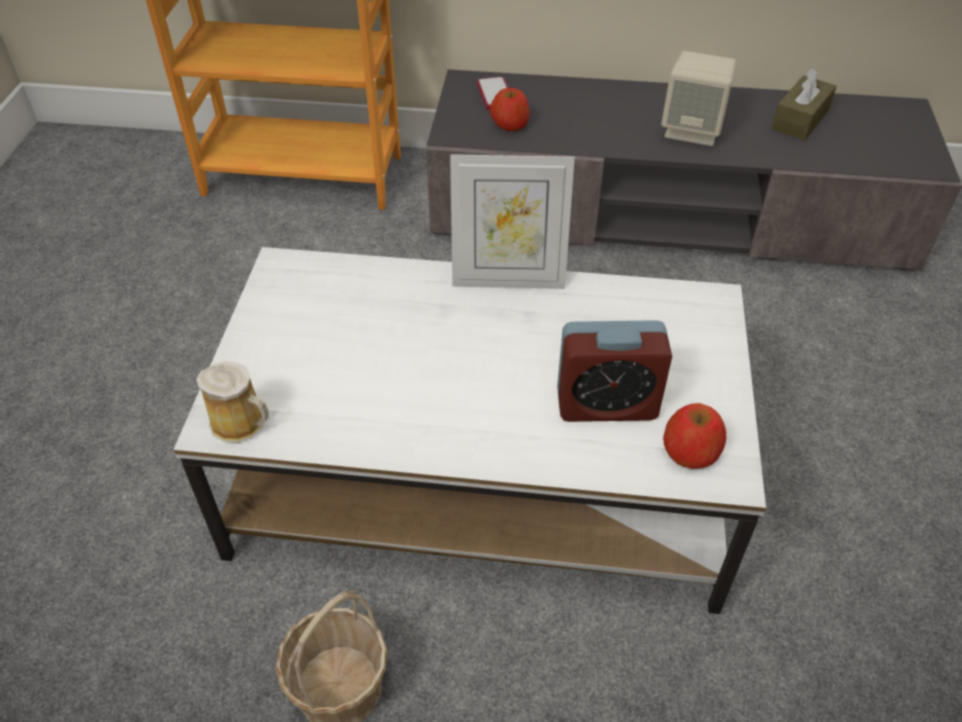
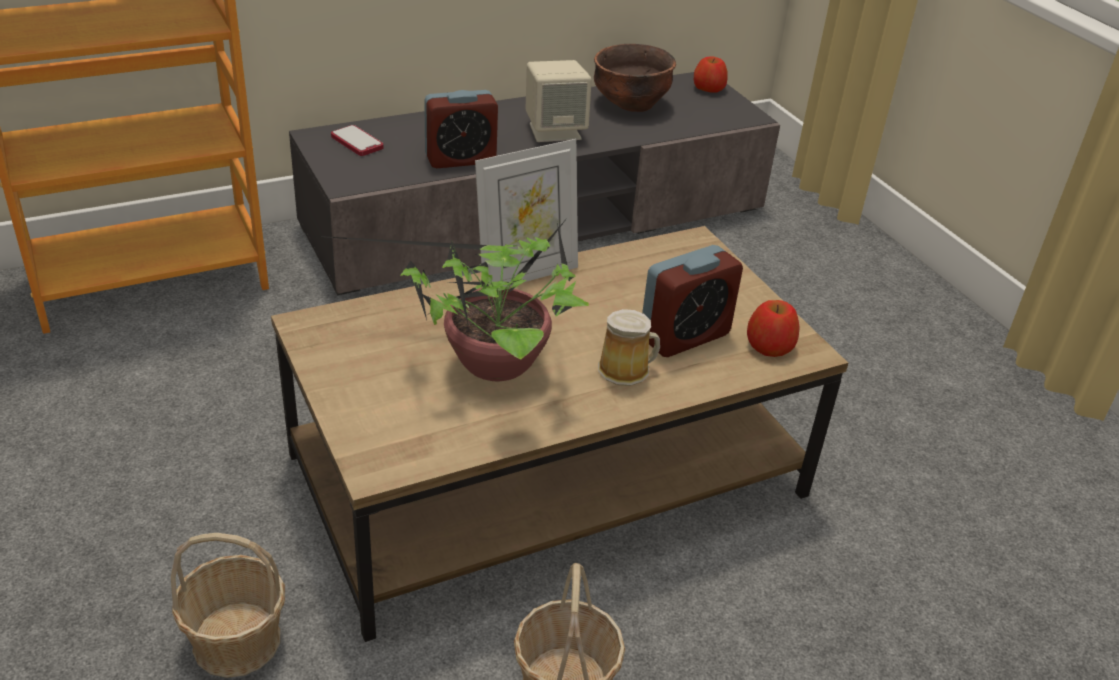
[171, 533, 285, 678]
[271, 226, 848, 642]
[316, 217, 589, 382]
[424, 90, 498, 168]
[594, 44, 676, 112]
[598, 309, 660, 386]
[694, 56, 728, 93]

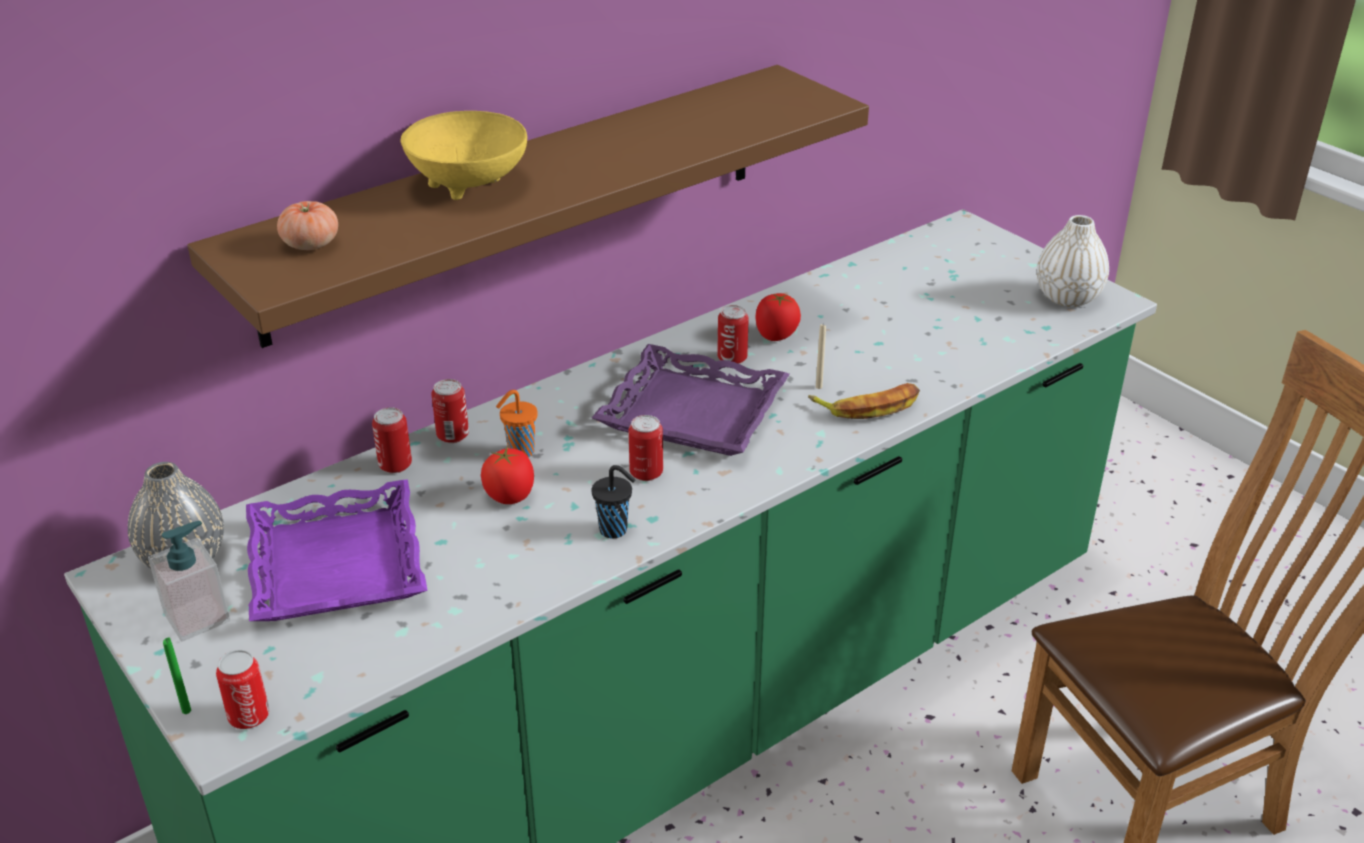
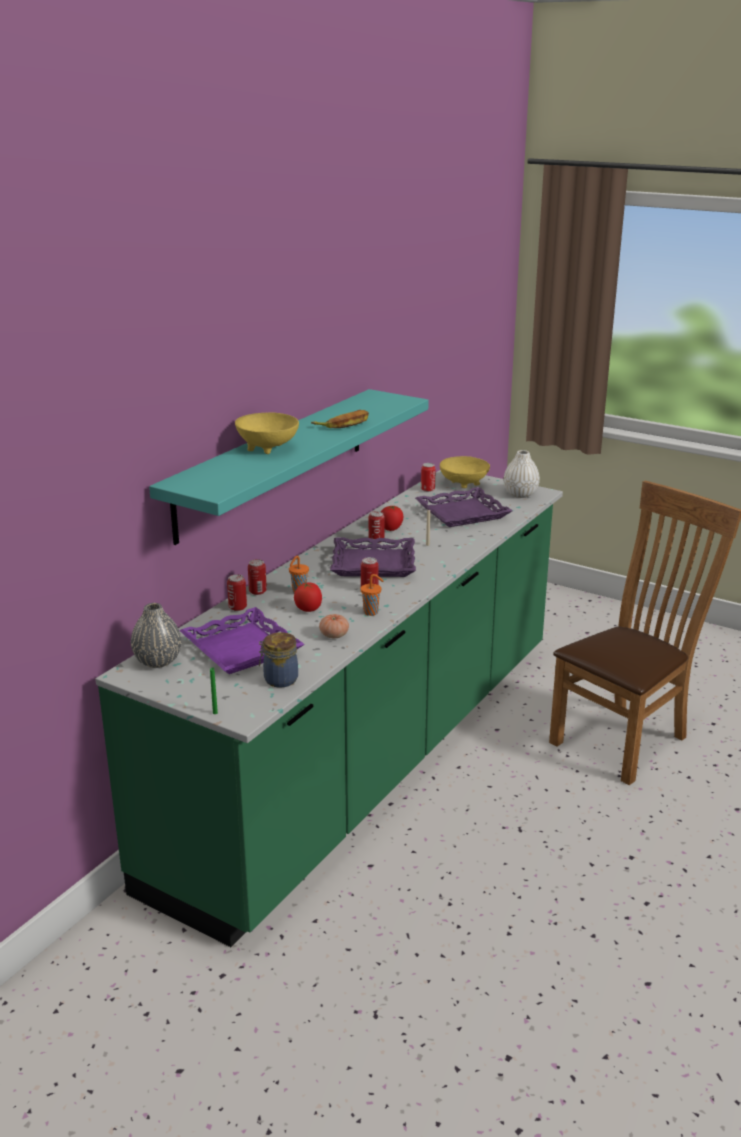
[149, 389, 429, 545]
[259, 632, 298, 688]
[311, 410, 369, 428]
[319, 614, 349, 638]
[361, 574, 384, 616]
[415, 487, 512, 527]
[421, 463, 436, 492]
[440, 456, 490, 488]
[148, 521, 230, 641] (first image)

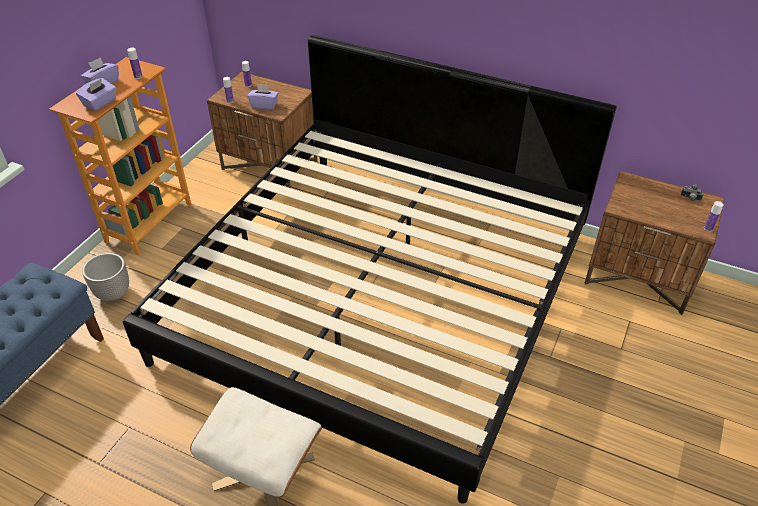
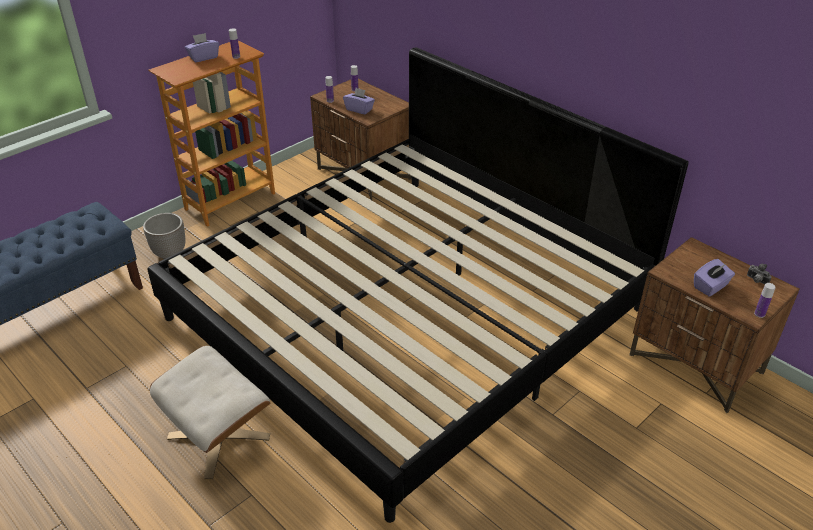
[694, 259, 735, 296]

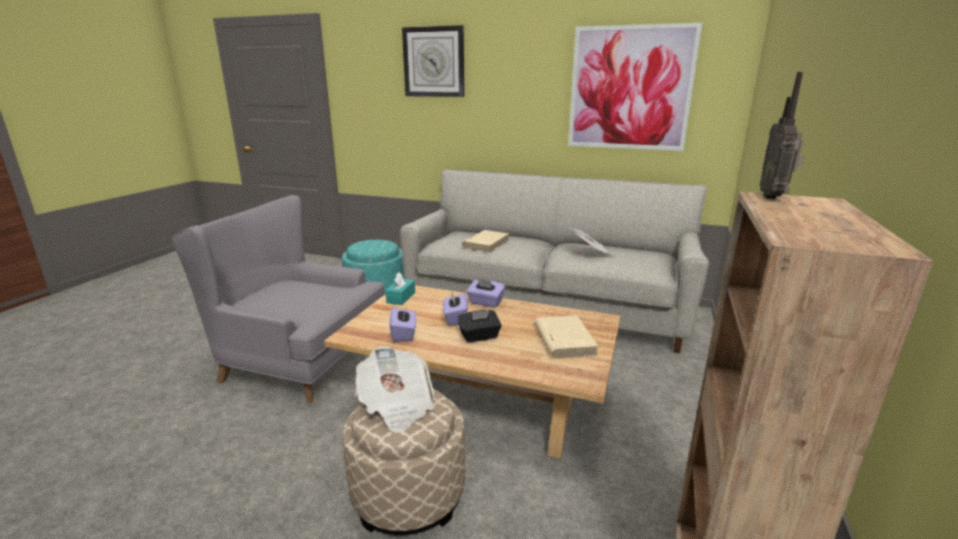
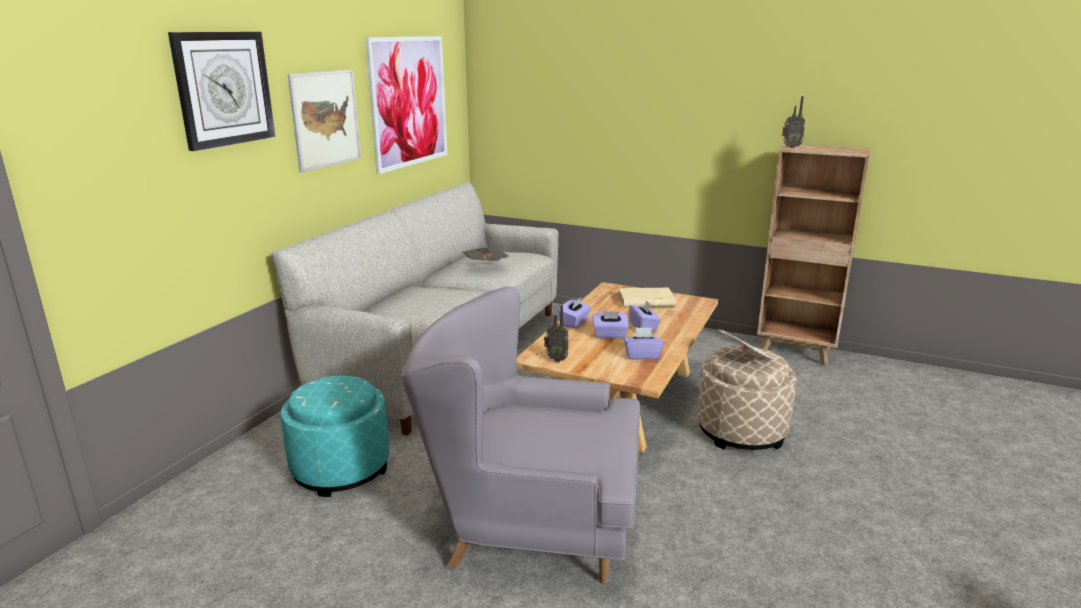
[287, 70, 361, 173]
[401, 286, 640, 584]
[544, 305, 569, 362]
[629, 300, 661, 332]
[462, 230, 509, 253] (first image)

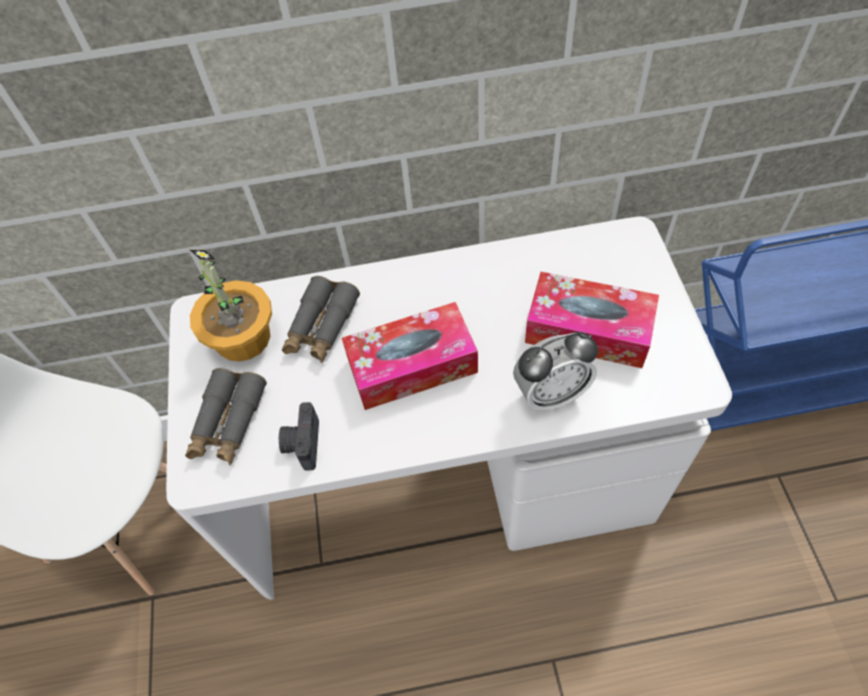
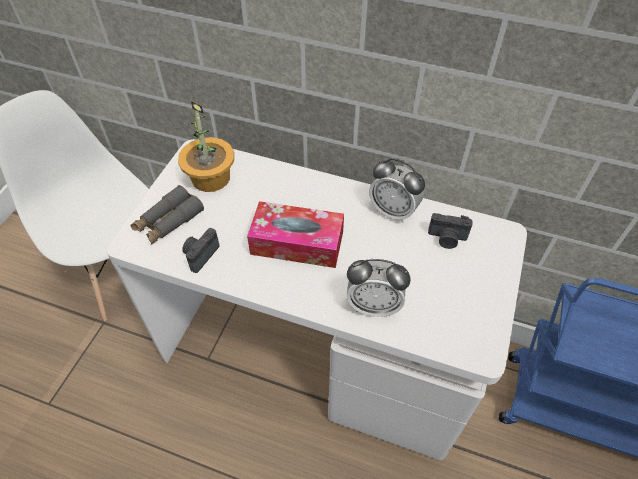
[369, 158, 425, 223]
[428, 213, 473, 249]
[282, 276, 360, 363] (first image)
[525, 272, 659, 368] (first image)

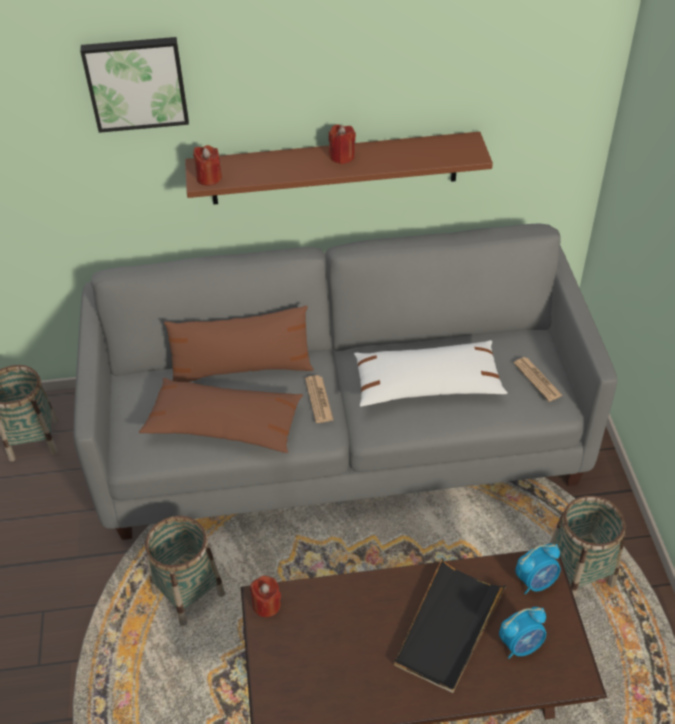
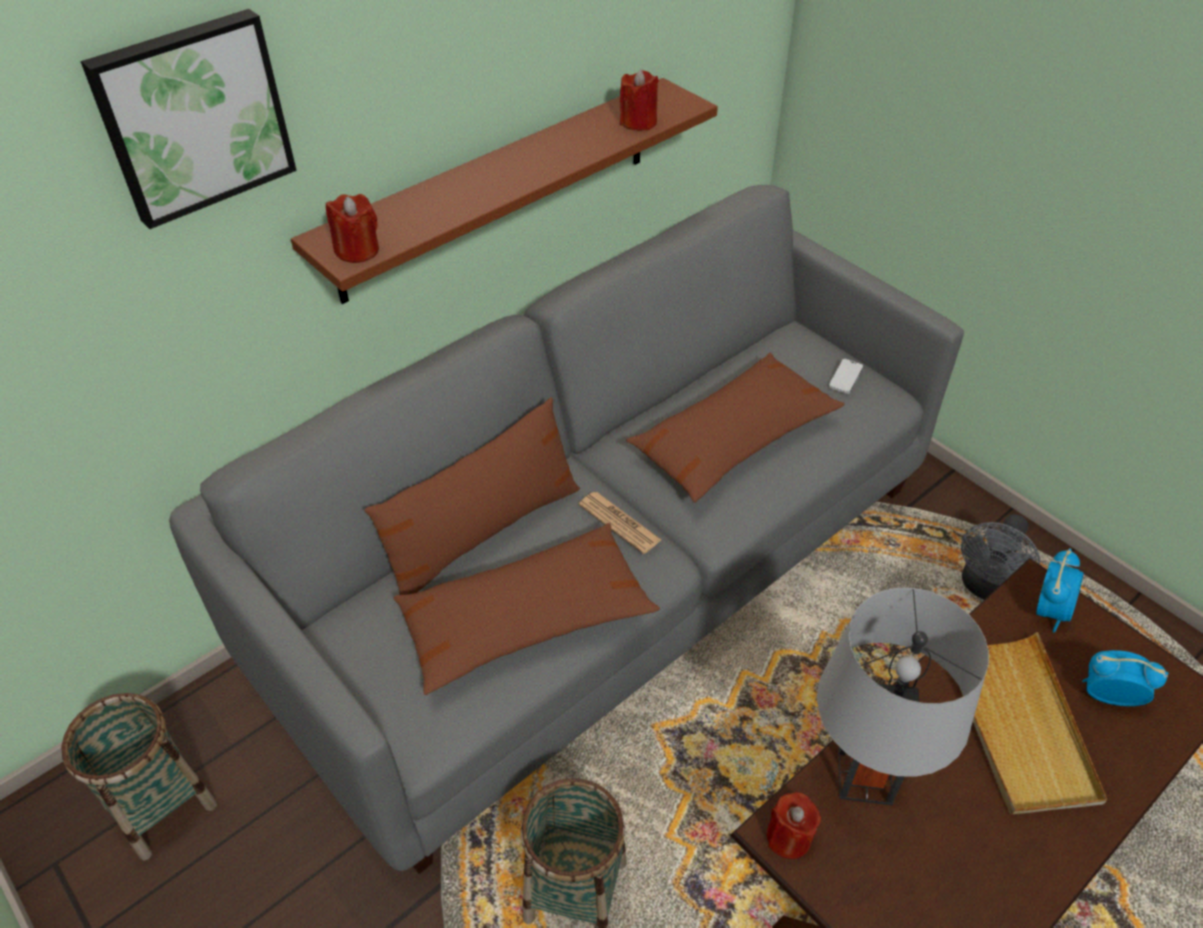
[620, 70, 659, 131]
[626, 353, 844, 503]
[817, 588, 989, 805]
[828, 359, 864, 394]
[960, 632, 1107, 814]
[961, 514, 1040, 600]
[1082, 650, 1169, 706]

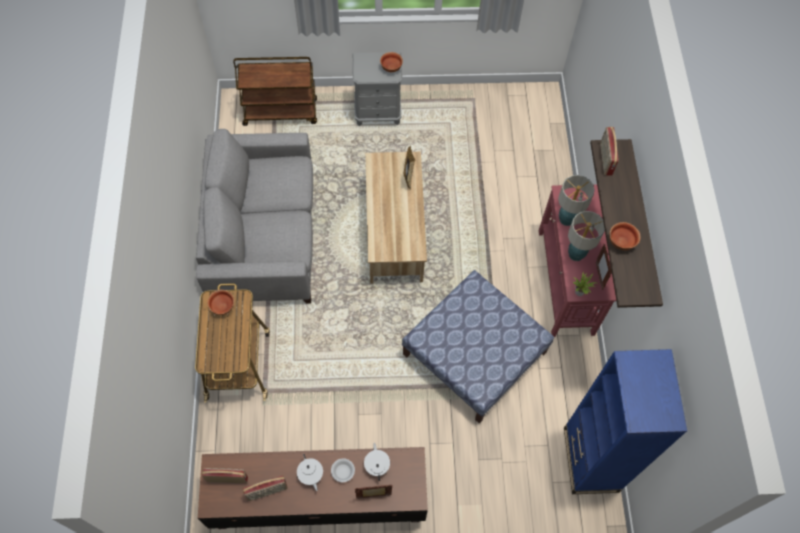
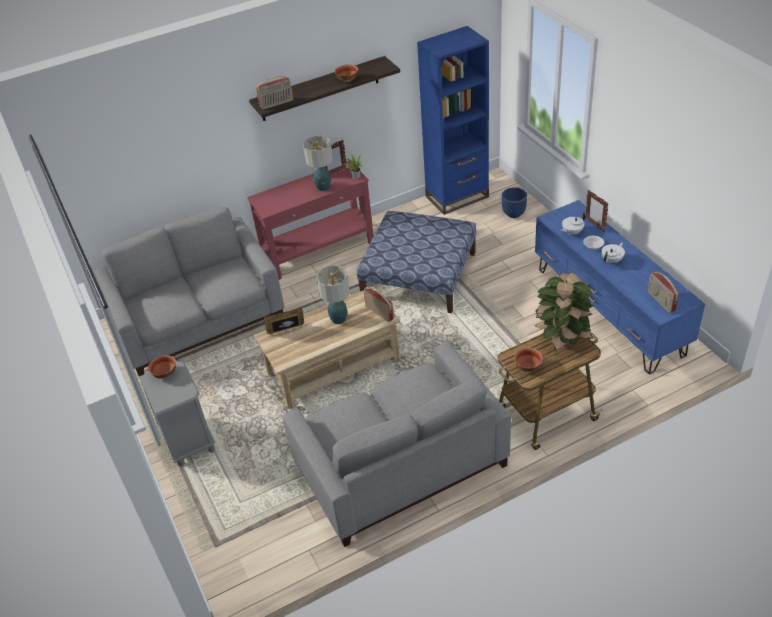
[93, 207, 284, 376]
[316, 265, 350, 324]
[364, 287, 394, 322]
[502, 187, 527, 218]
[534, 272, 593, 352]
[535, 200, 705, 374]
[234, 57, 317, 126] (first image)

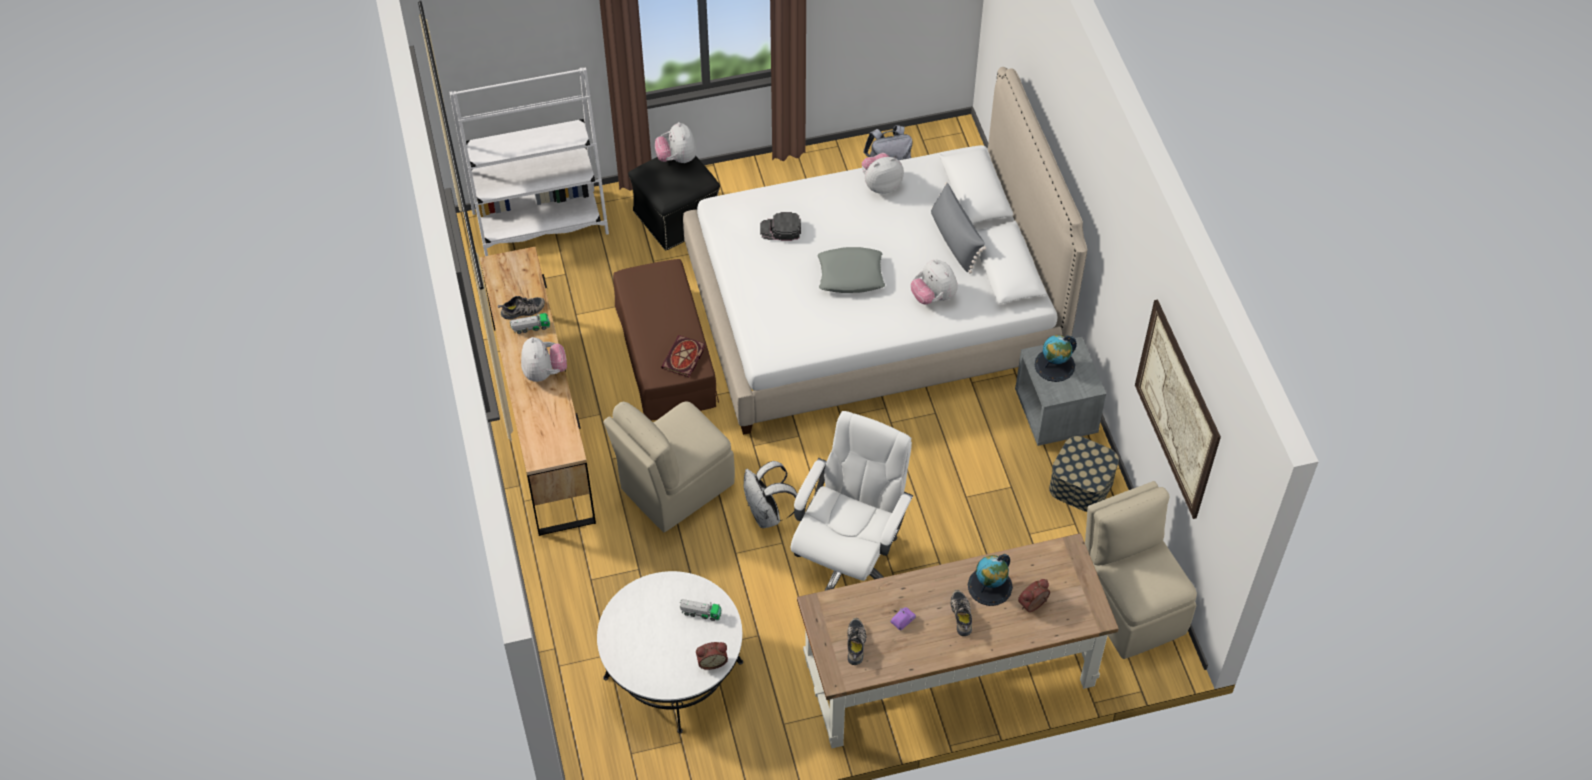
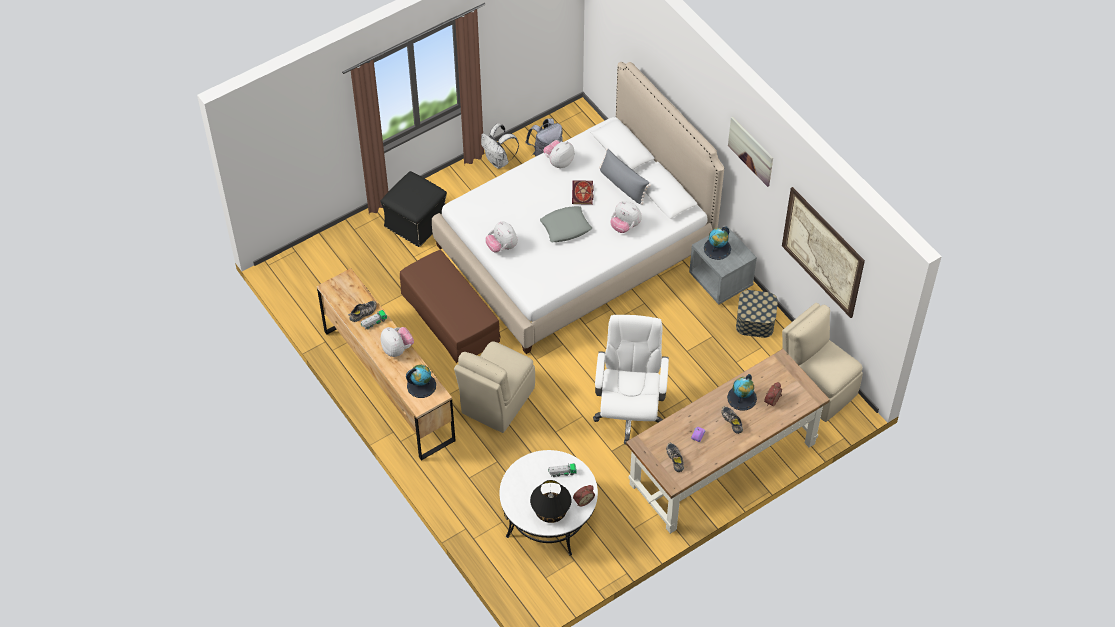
[406, 364, 436, 398]
[481, 123, 519, 169]
[486, 221, 518, 252]
[530, 480, 571, 523]
[572, 180, 594, 205]
[728, 117, 773, 187]
[449, 67, 609, 256] (first image)
[760, 212, 801, 241] (first image)

